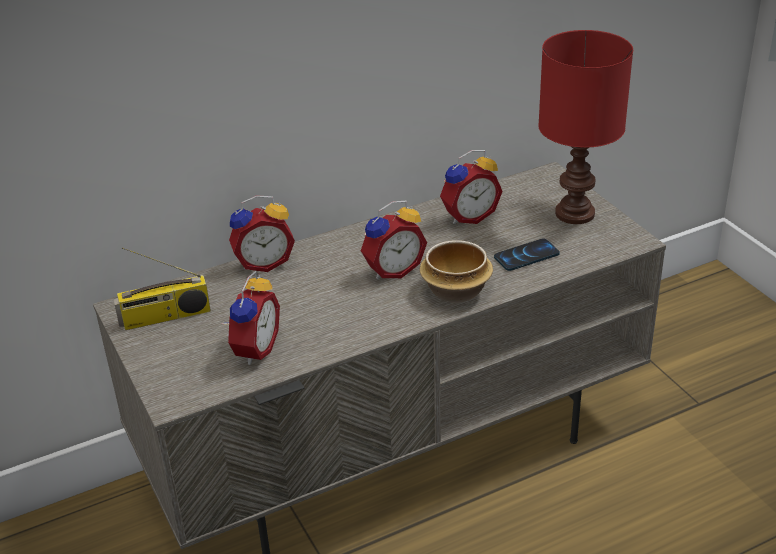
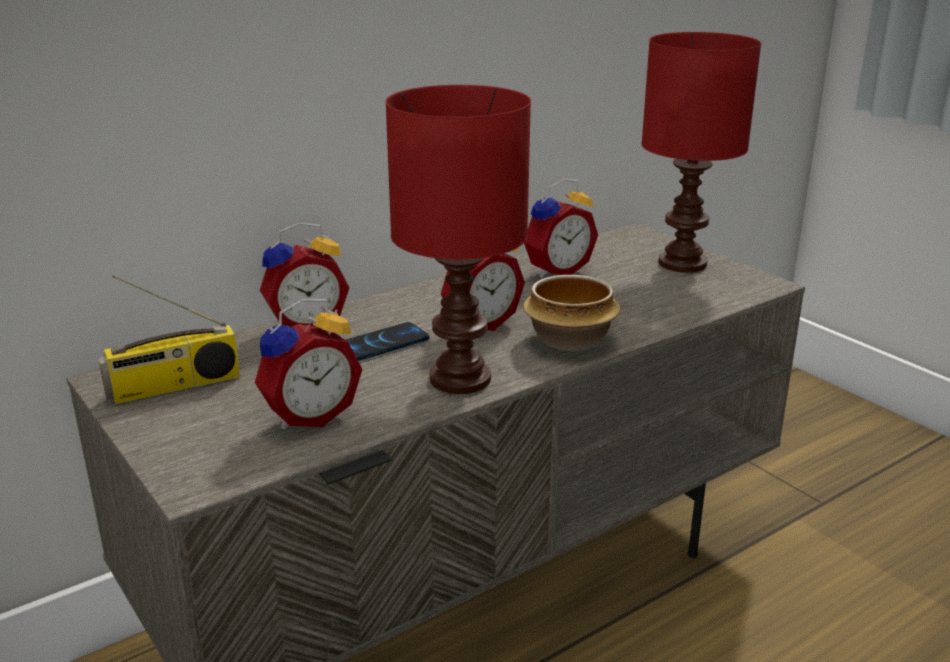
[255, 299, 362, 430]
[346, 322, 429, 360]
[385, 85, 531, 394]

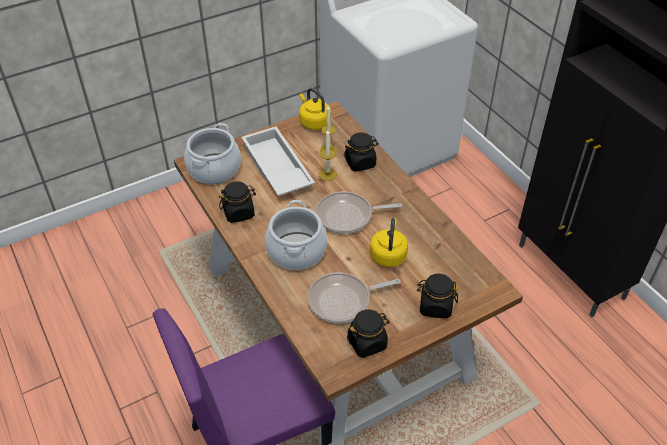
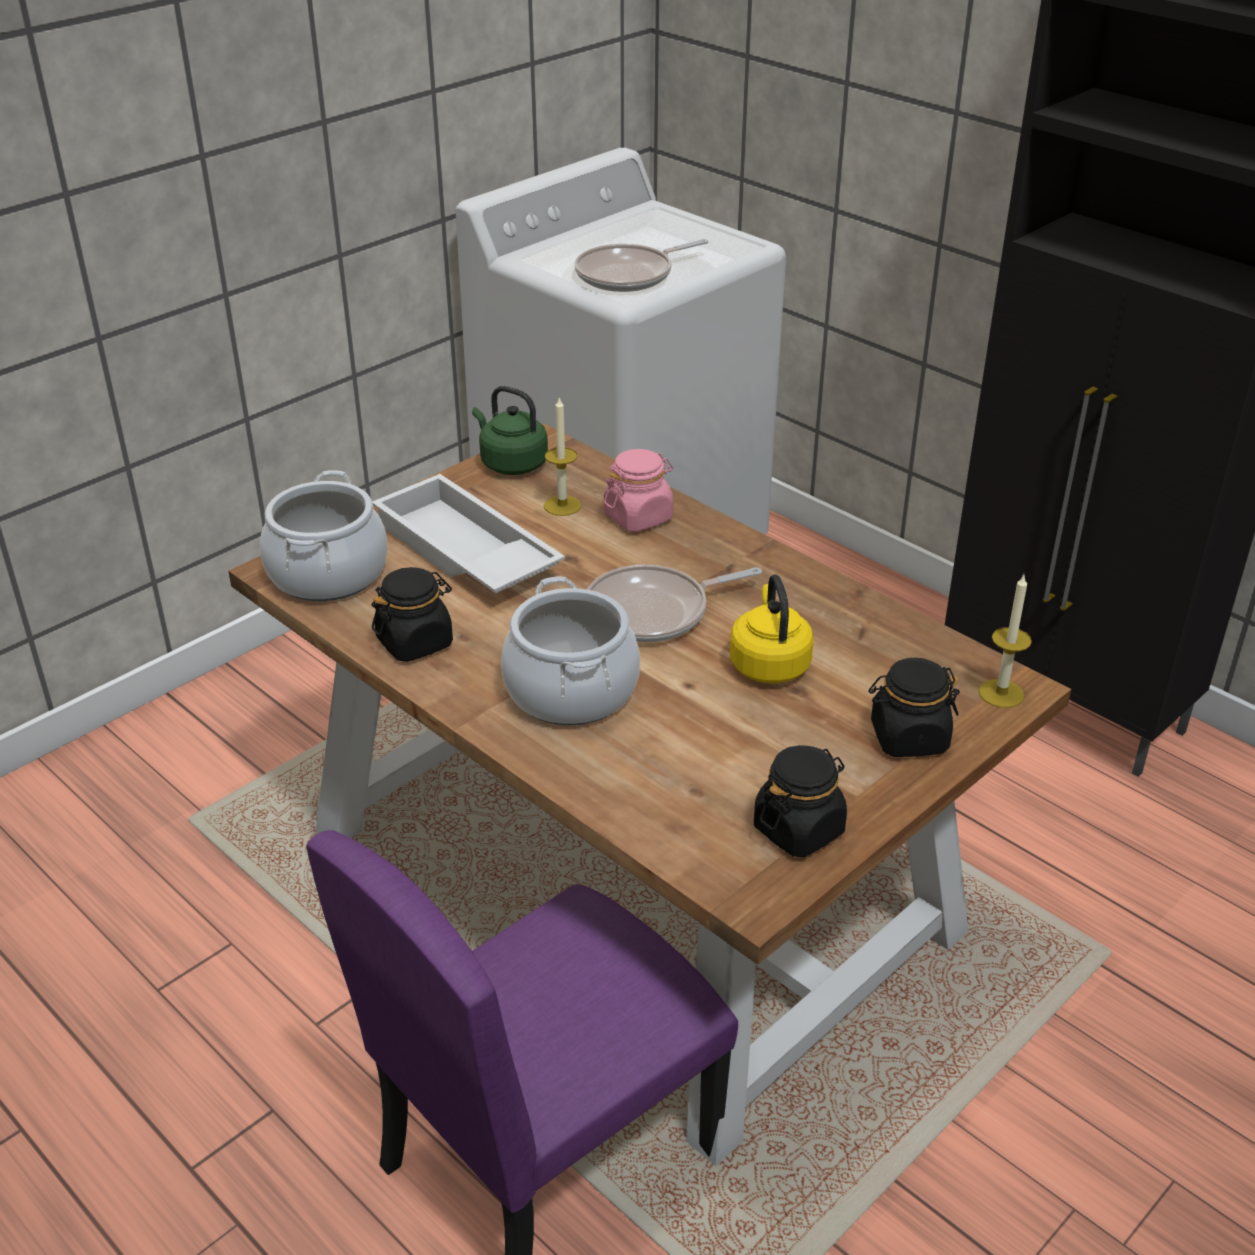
[472, 386, 548, 475]
[575, 239, 708, 292]
[604, 449, 673, 532]
[979, 575, 1032, 708]

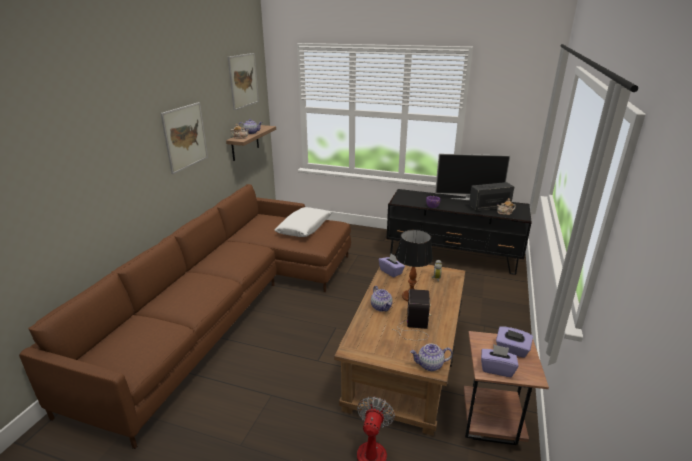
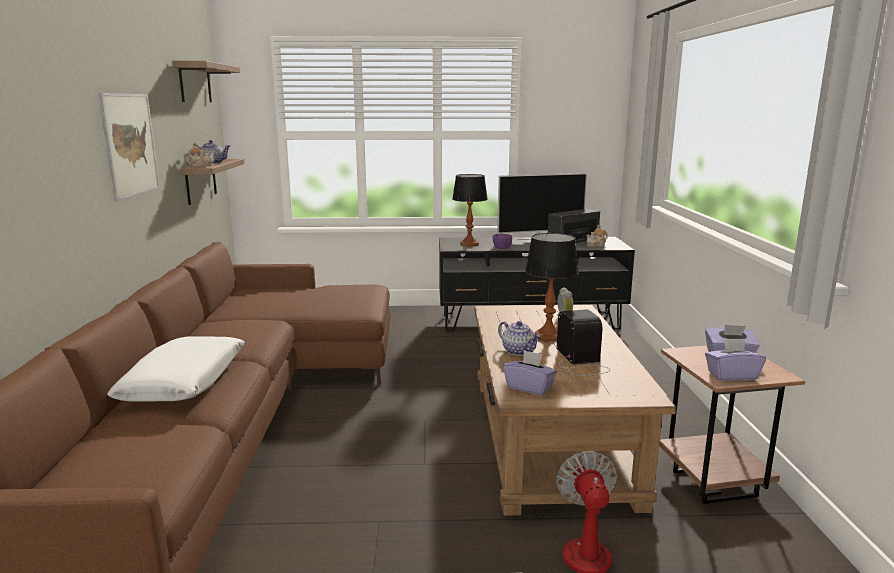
[107, 336, 245, 402]
[172, 61, 240, 102]
[452, 174, 488, 246]
[503, 350, 557, 396]
[410, 344, 453, 371] (first image)

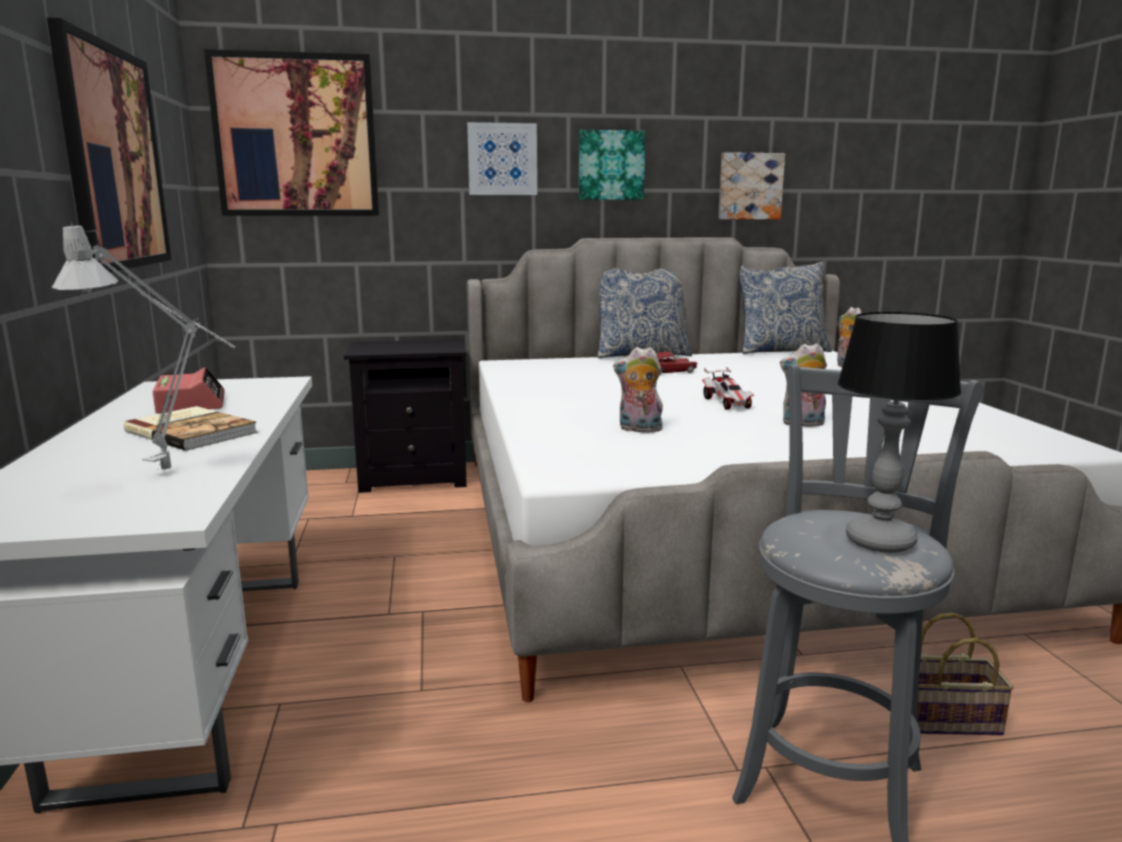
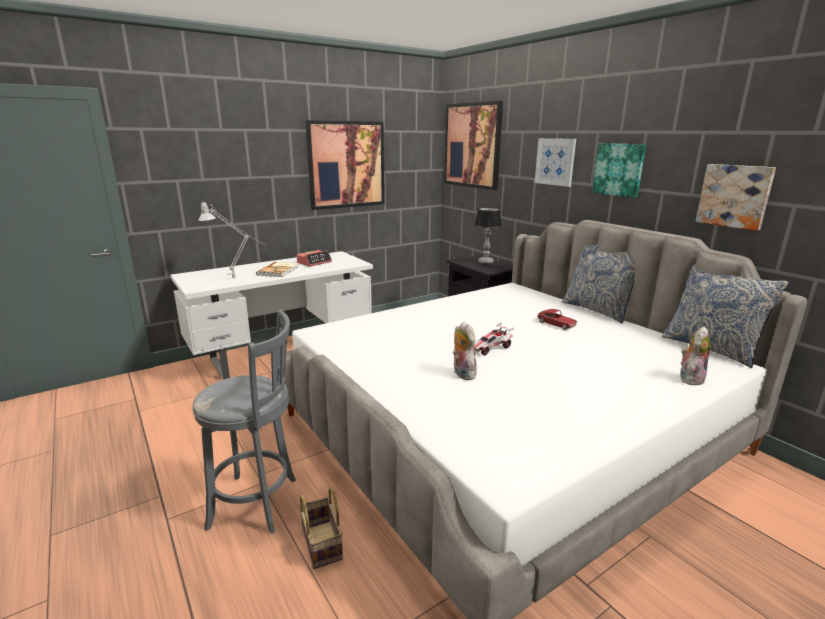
[475, 207, 501, 264]
[613, 347, 663, 433] (first image)

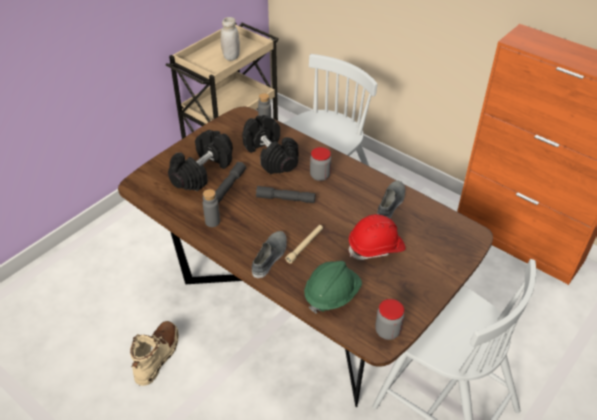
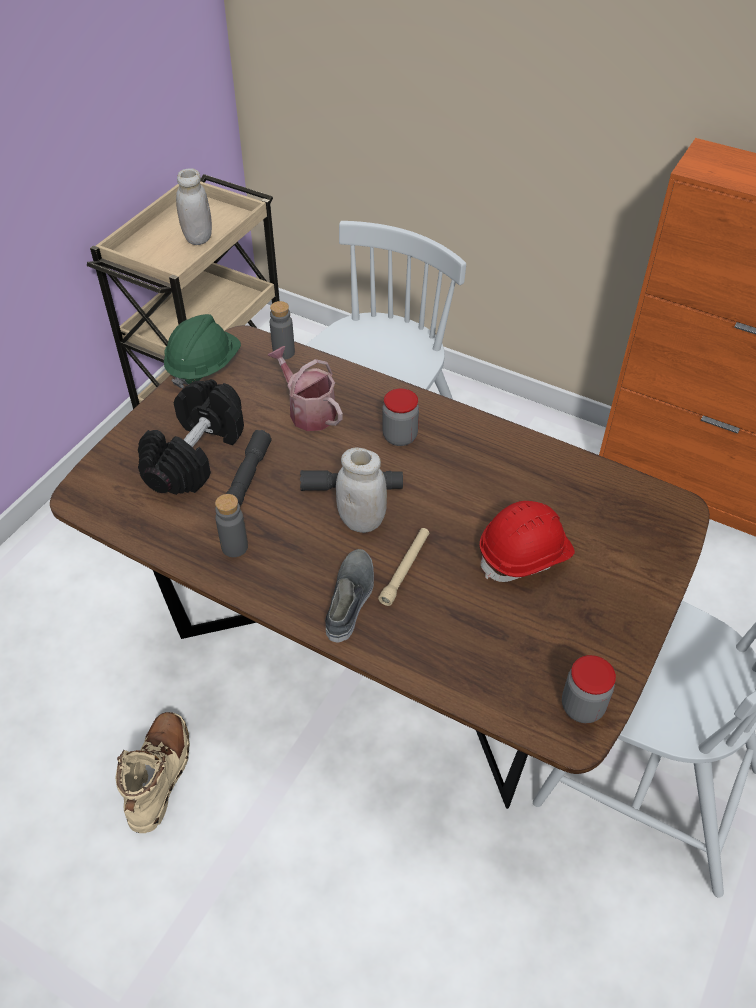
[164, 314, 241, 388]
[268, 346, 343, 431]
[336, 447, 387, 533]
[377, 181, 405, 218] (first image)

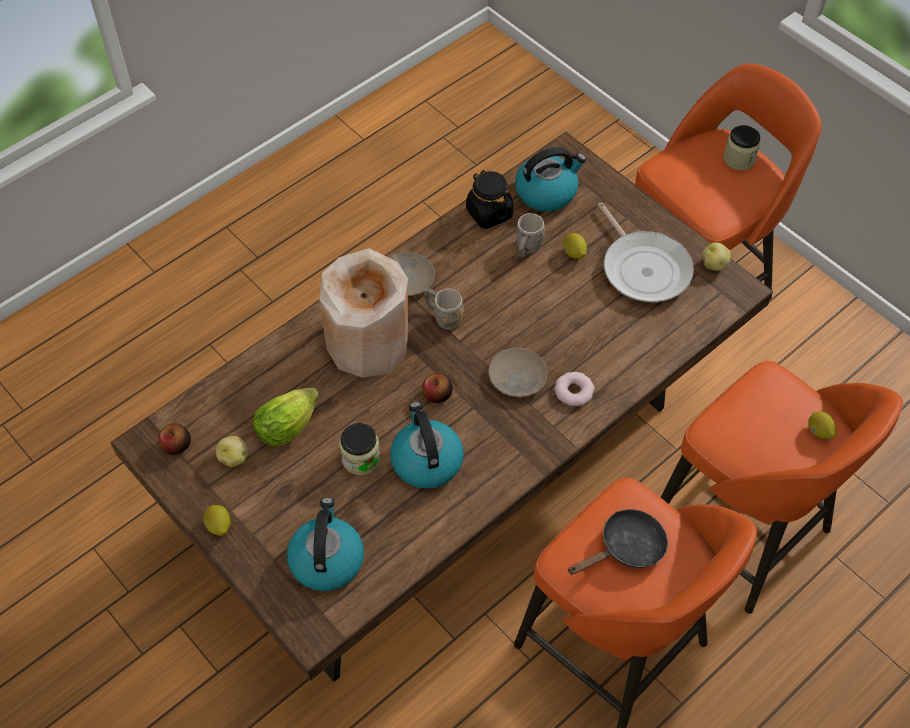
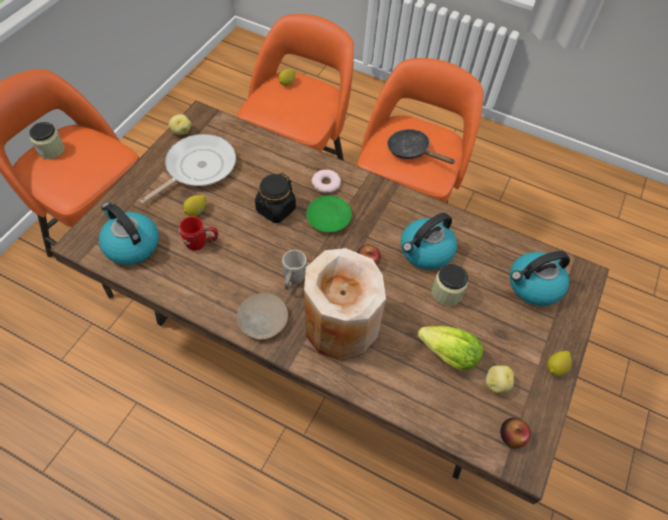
[179, 216, 218, 251]
[255, 173, 296, 223]
[306, 195, 352, 232]

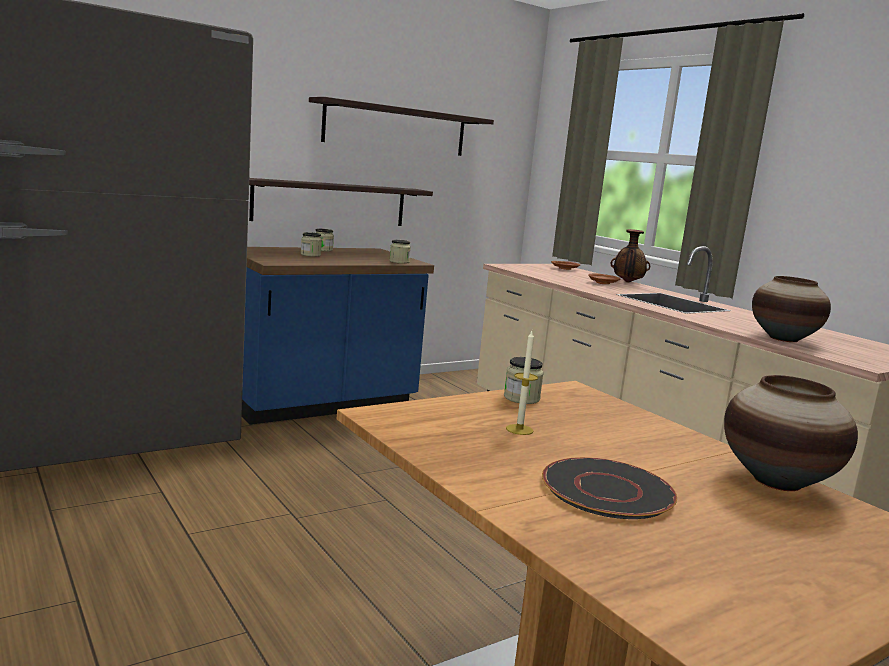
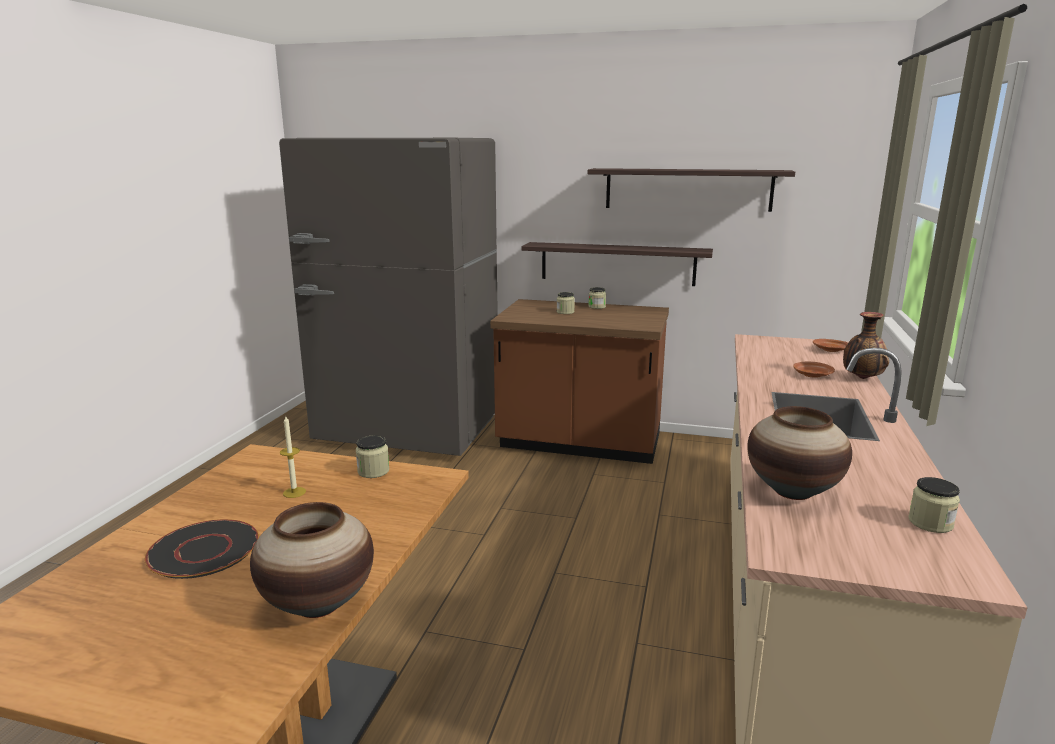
[490, 299, 669, 464]
[909, 477, 960, 533]

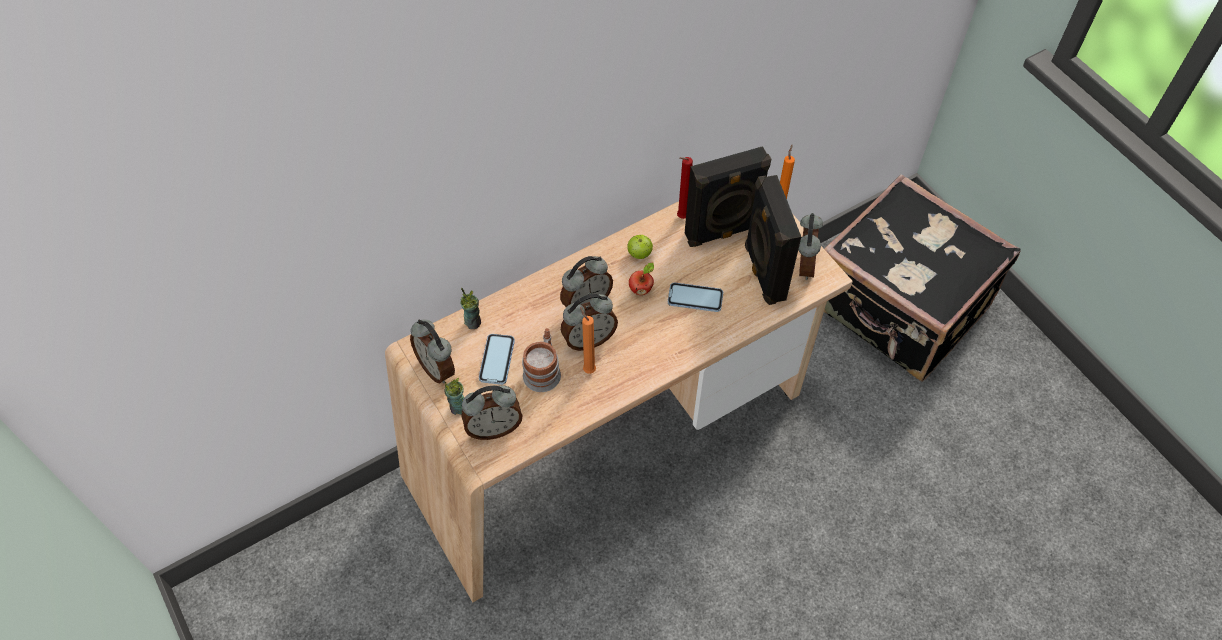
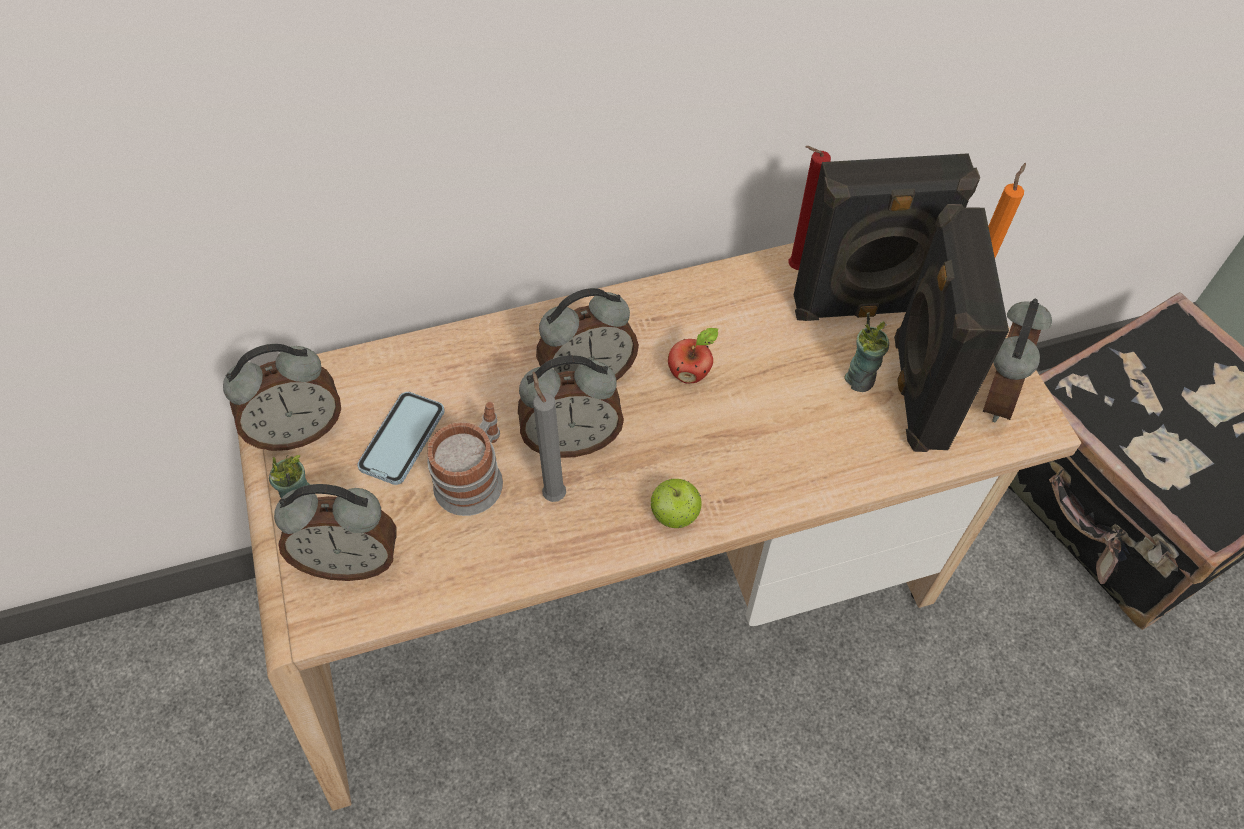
[223, 344, 341, 451]
[533, 372, 566, 502]
[651, 479, 702, 528]
[844, 312, 889, 392]
[668, 282, 723, 312] (first image)

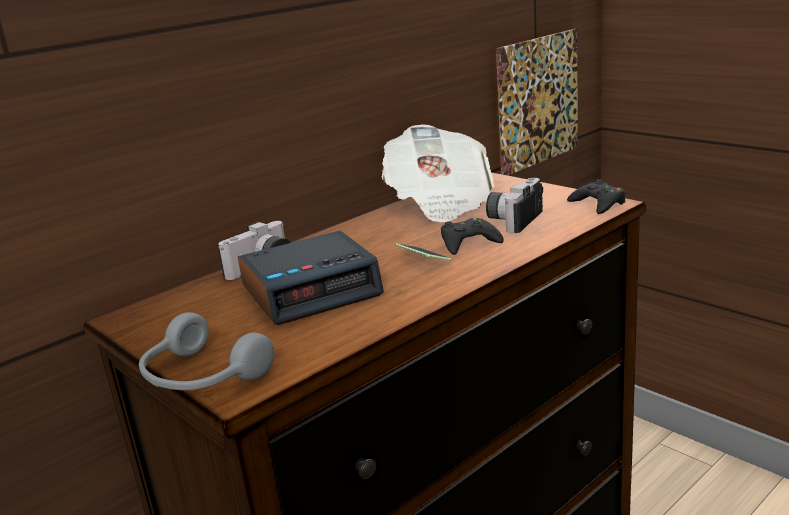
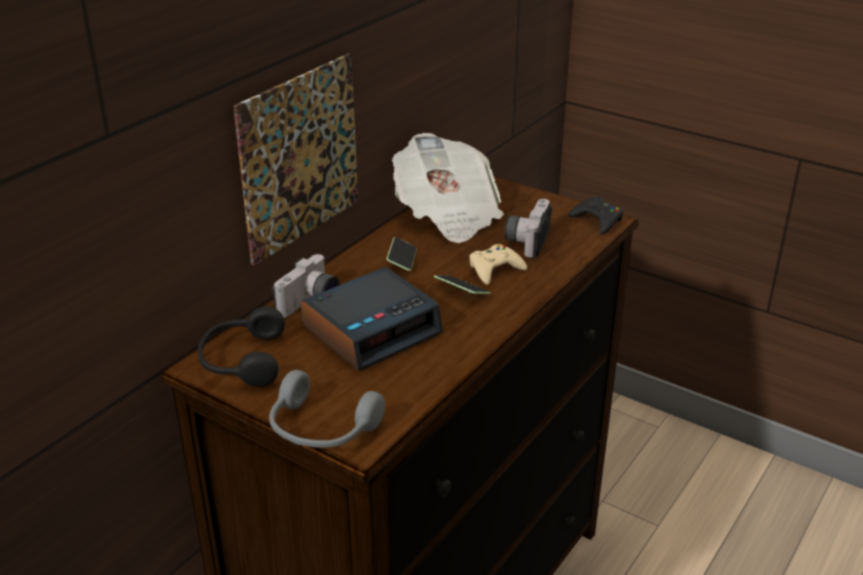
[198, 307, 285, 387]
[233, 53, 358, 266]
[387, 237, 417, 271]
[470, 244, 527, 285]

